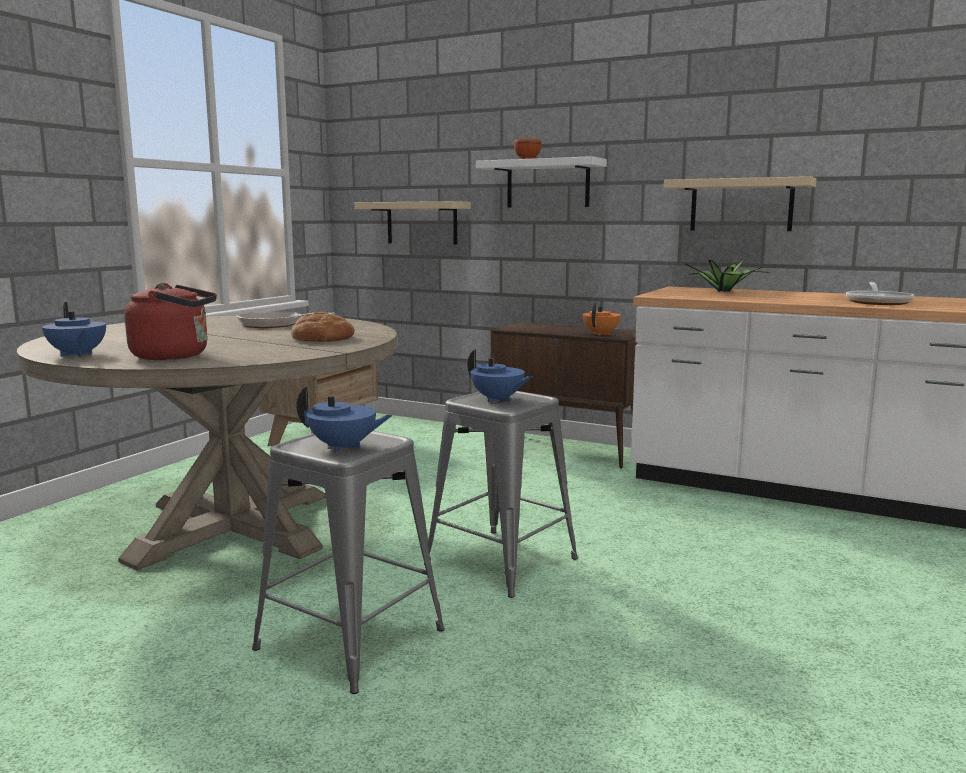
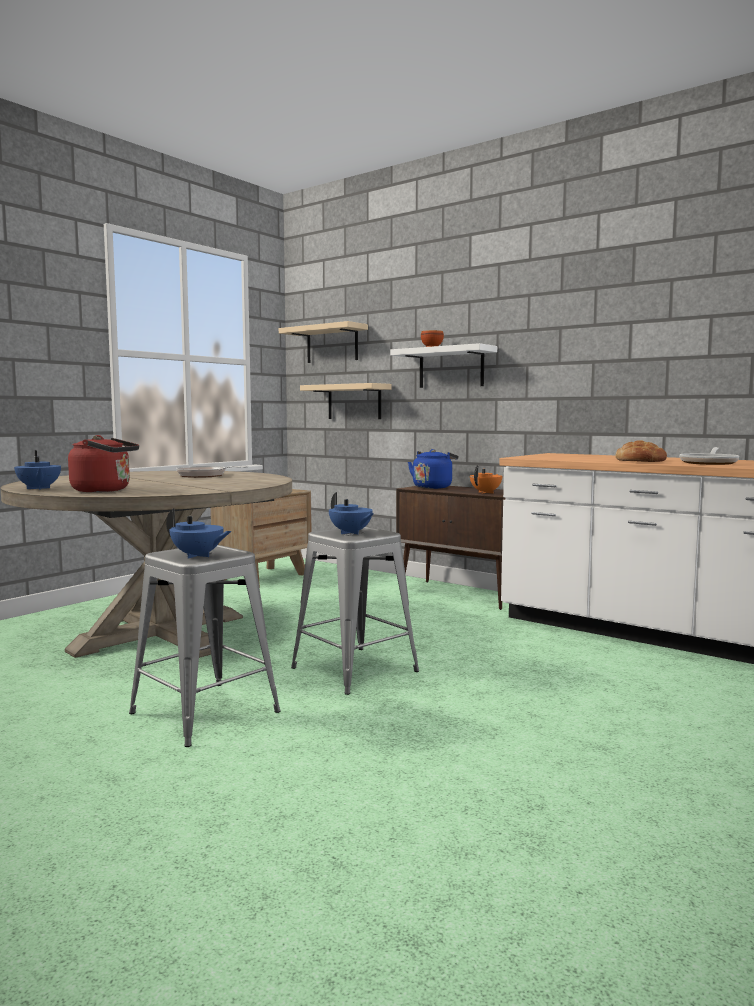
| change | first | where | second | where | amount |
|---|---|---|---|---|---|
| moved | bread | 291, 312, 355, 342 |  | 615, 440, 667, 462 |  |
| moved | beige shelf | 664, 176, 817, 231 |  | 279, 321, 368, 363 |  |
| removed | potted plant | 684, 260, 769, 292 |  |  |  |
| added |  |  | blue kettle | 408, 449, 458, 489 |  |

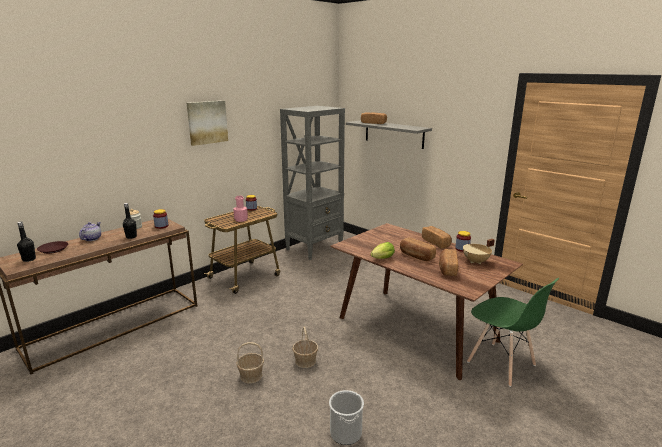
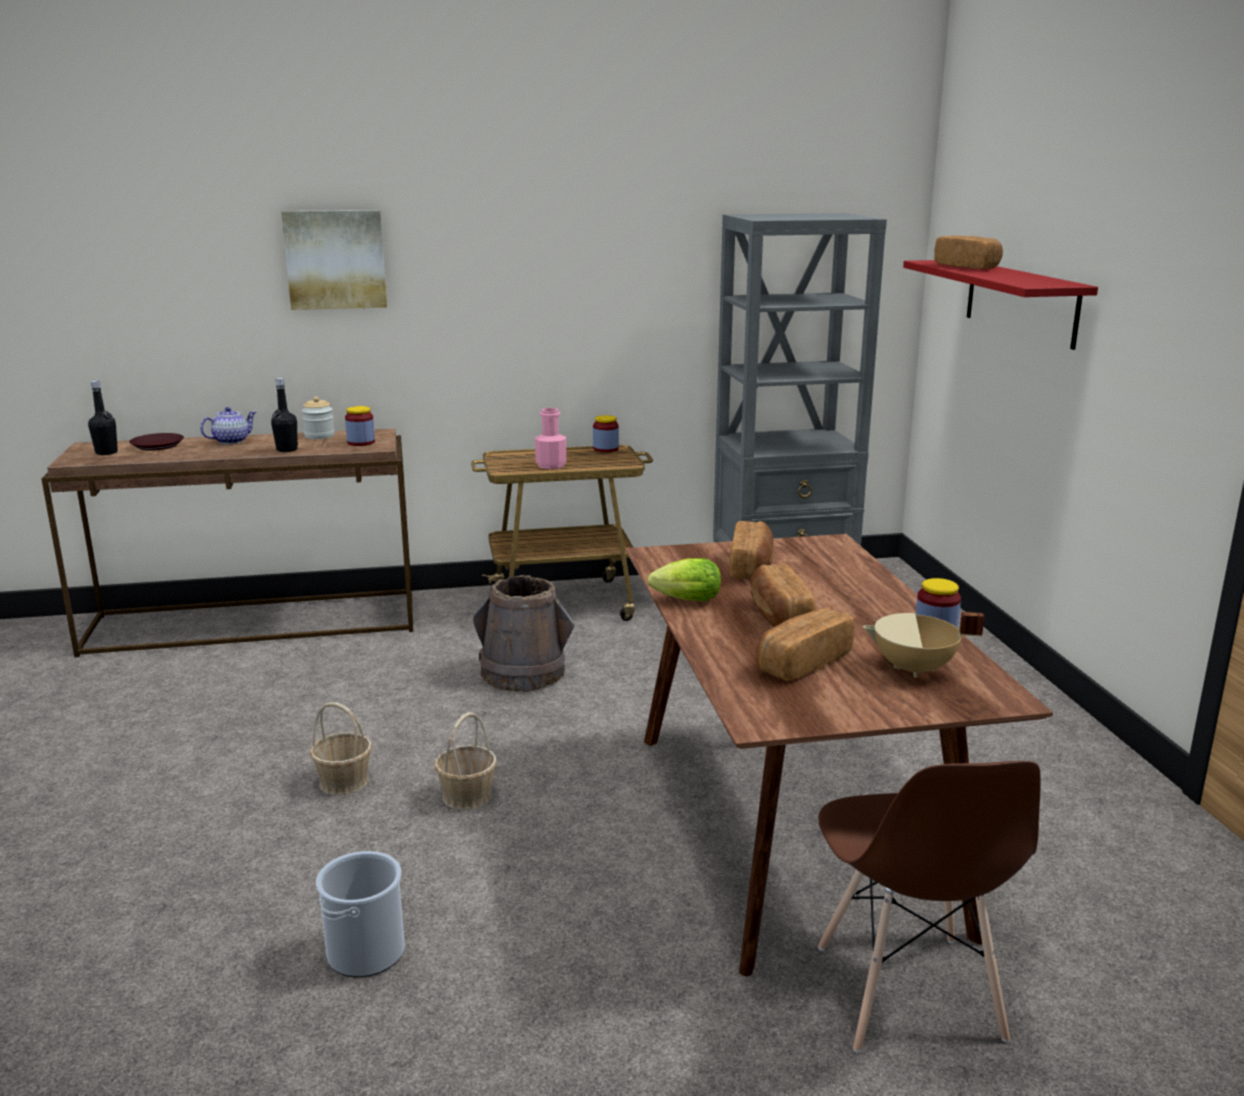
| change | first | where | second | where | amount |
|---|---|---|---|---|---|
| moved | picture | 187, 100, 228, 146 |  | 281, 210, 387, 310 |  |
| recoloured | grey shelf | 346, 120, 432, 149 | red shelf | 903, 260, 1098, 350 |  |
| moved | bread | 422, 226, 452, 249 |  | 729, 521, 774, 579 |  |
| recoloured | green chair | 467, 278, 559, 387 | brown chair | 818, 761, 1041, 1052 |  |
| added |  |  | brown bucket | 473, 575, 575, 692 |  |

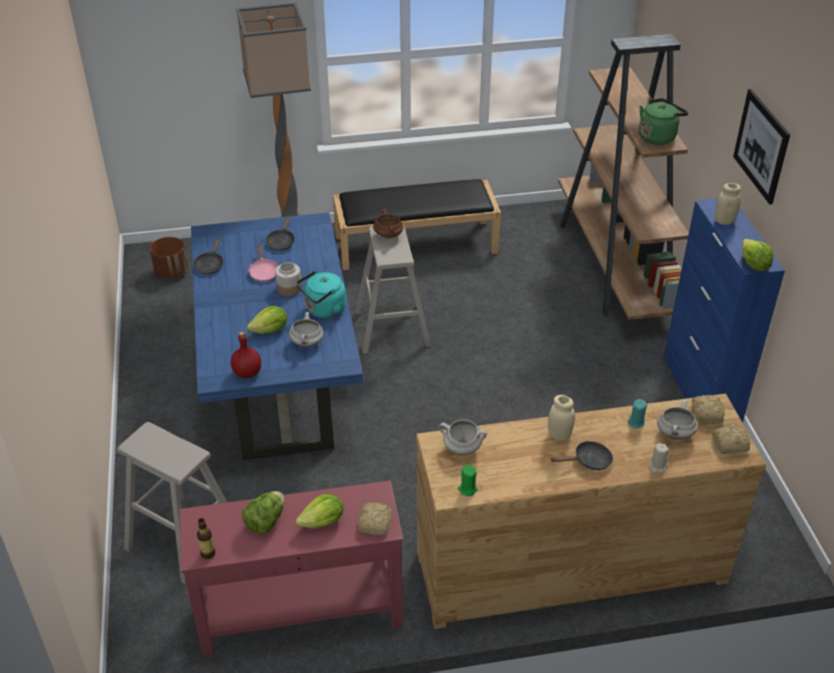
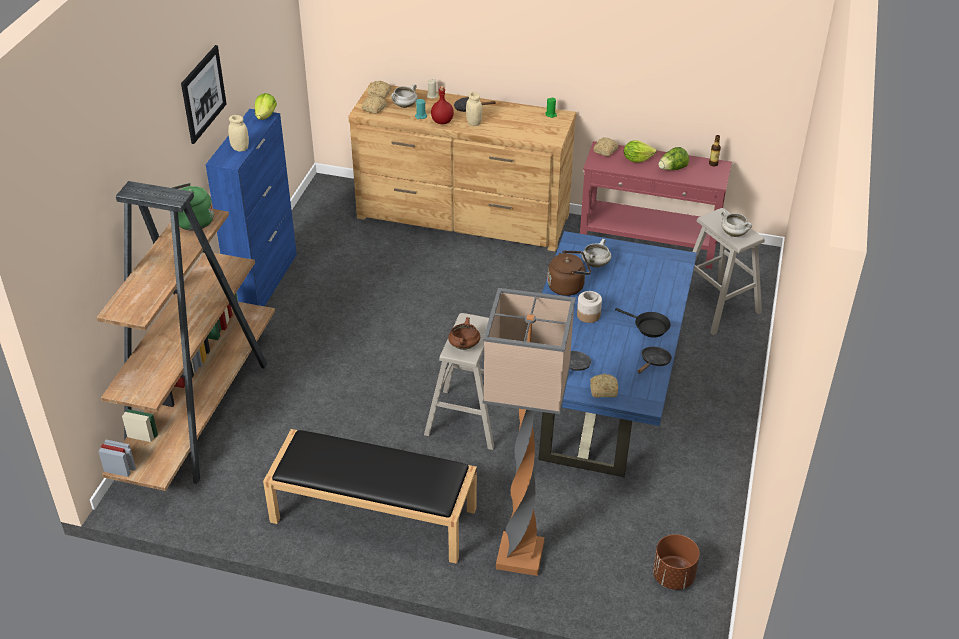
| change | first | where | second | where | amount |
|---|---|---|---|---|---|
| moved | red bottle | 231, 331, 261, 378 |  | 431, 86, 454, 124 |  |
| removed | lettuce | 247, 306, 287, 334 |  |  |  |
| removed | pink frying pan | 248, 244, 278, 282 |  |  |  |
| recoloured | turquoise kettle | 296, 271, 346, 318 | brown kettle | 547, 250, 591, 296 |  |
| moved | white cooking pot | 439, 419, 487, 455 |  | 721, 211, 752, 237 |  |
| added |  |  | bread | 590, 374, 618, 398 |  |
| added |  |  | black frying pan | 615, 308, 671, 338 |  |

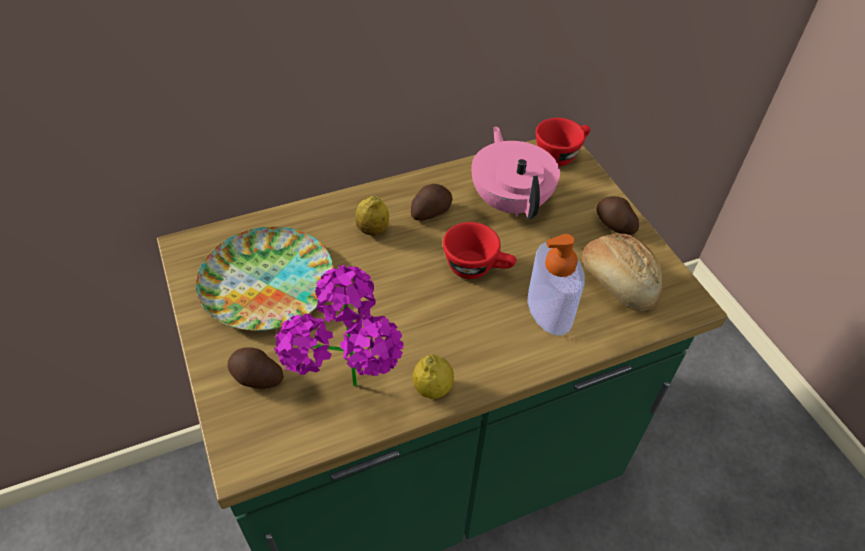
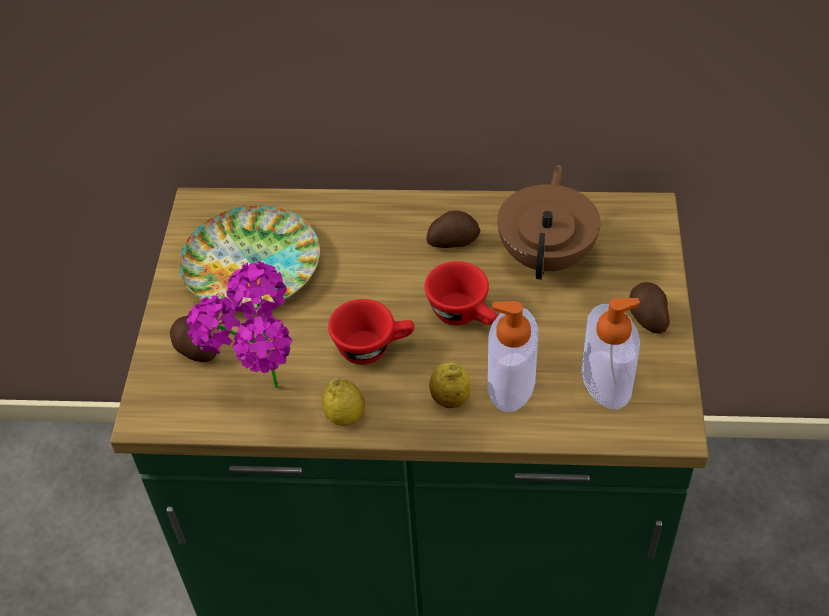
| change | first | where | second | where | amount |
|---|---|---|---|---|---|
| moved | lemon | 355, 196, 389, 236 |  | 429, 363, 471, 408 |  |
| recoloured | pink teapot | 471, 126, 560, 219 | brown teapot | 497, 166, 601, 280 |  |
| moved | red cup | 536, 118, 591, 166 |  | 328, 299, 414, 365 |  |
| replaced | bread | 582, 233, 662, 311 | soap dispenser | 581, 298, 640, 410 |  |

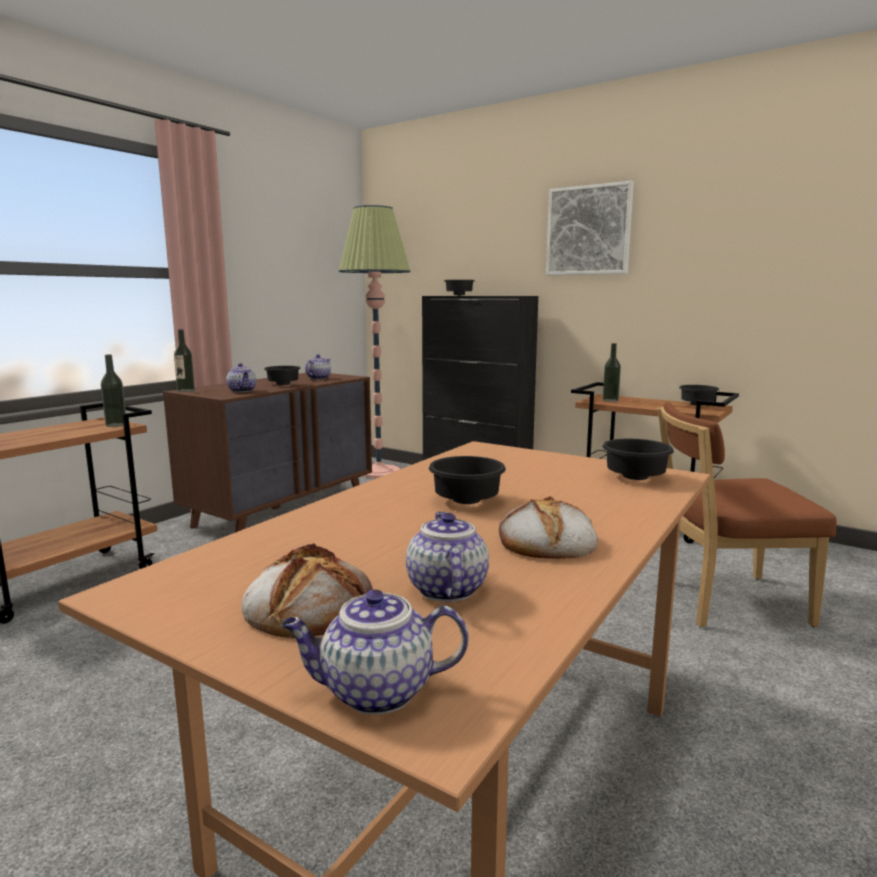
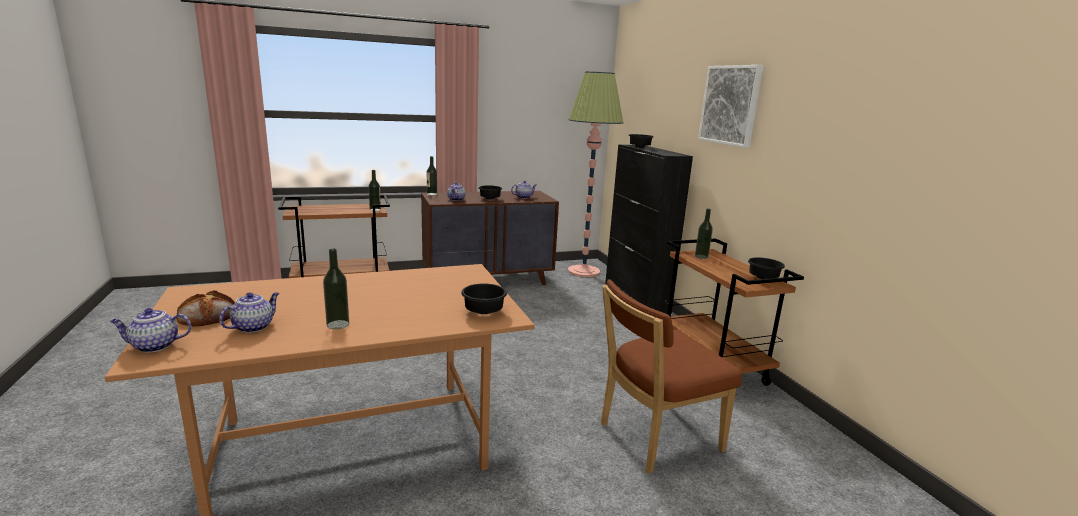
| change | first | where | second | where | amount |
|---|---|---|---|---|---|
| turned | teapot | 281, 589, 469, 715 |  | 110, 308, 192, 353 | 45 degrees counterclockwise |
| removed | black bowl | 429, 456, 506, 504 |  |  |  |
| replaced | bread | 499, 496, 598, 559 | bottle | 323, 249, 349, 329 |  |
| turned | brown chair | 658, 402, 836, 627 |  | 601, 279, 742, 474 | 60 degrees counterclockwise |

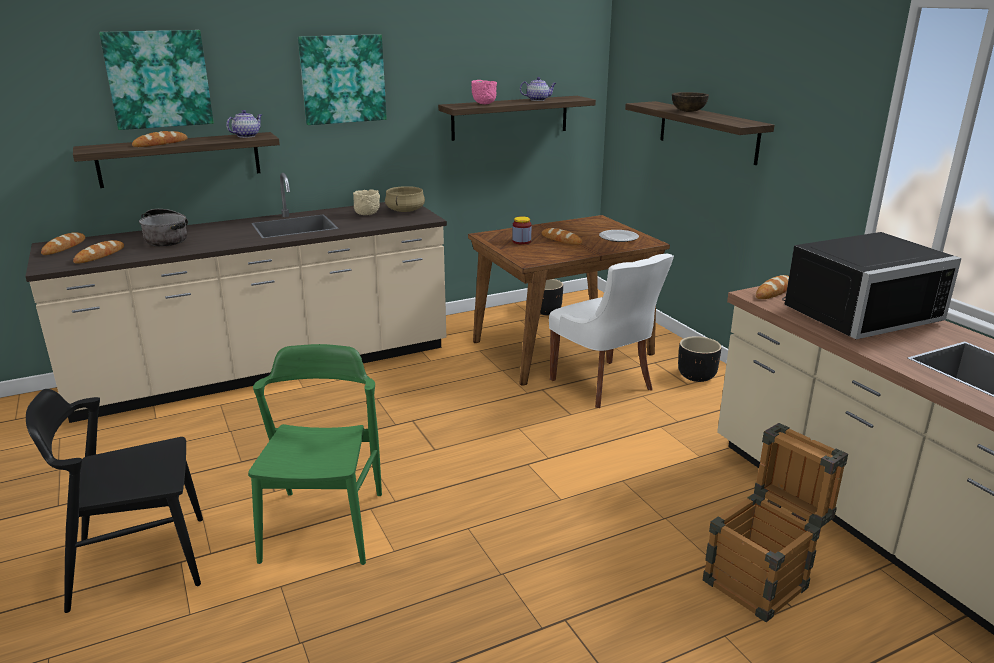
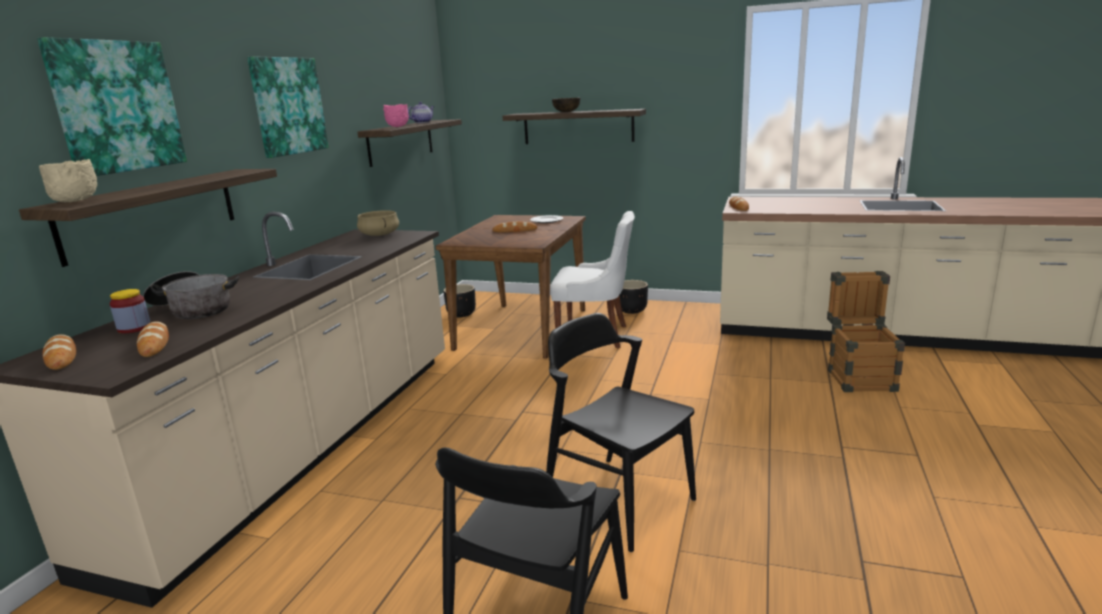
| change | first | where | second | where | amount |
|---|---|---|---|---|---|
| removed | bread | 132, 131, 188, 147 |  |  |  |
| removed | teapot | 226, 110, 262, 138 |  |  |  |
| recoloured | green chair | 248, 344, 382, 565 | black chair | 546, 313, 696, 552 |  |
| moved | beige bowl | 353, 189, 380, 215 |  | 39, 159, 97, 203 |  |
| moved | jar | 512, 216, 532, 245 |  | 109, 289, 151, 333 |  |
| removed | black microwave | 782, 232, 962, 339 |  |  |  |

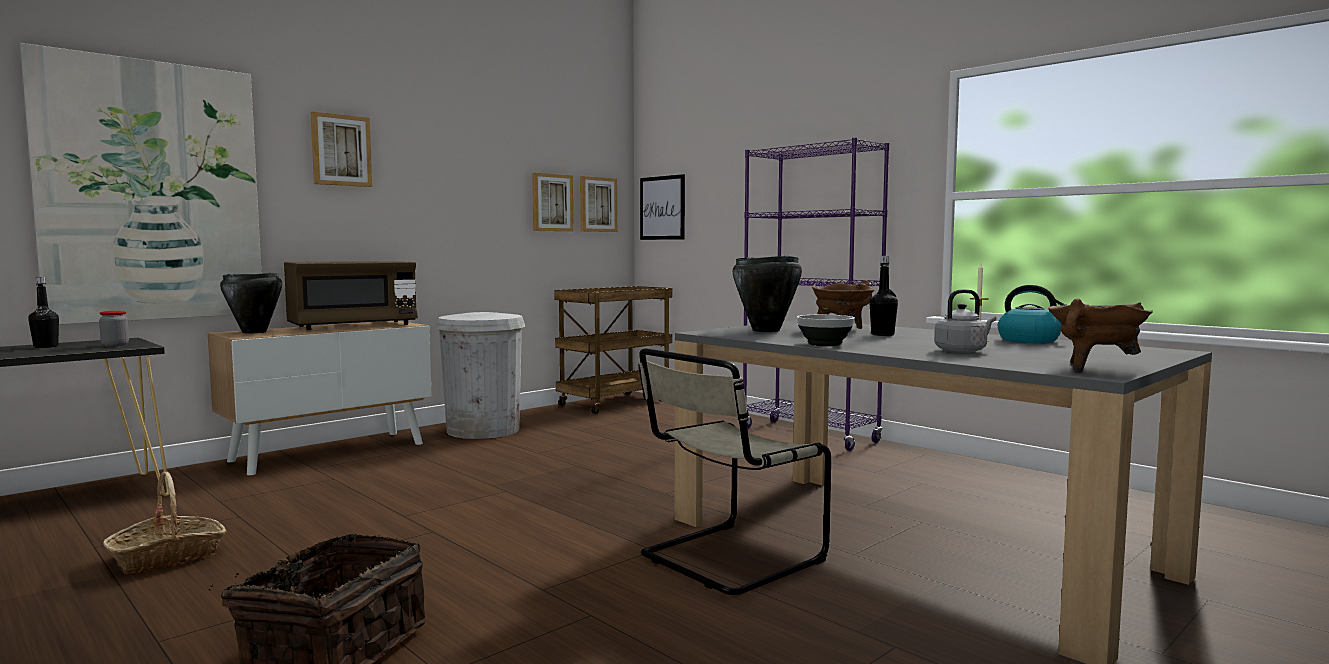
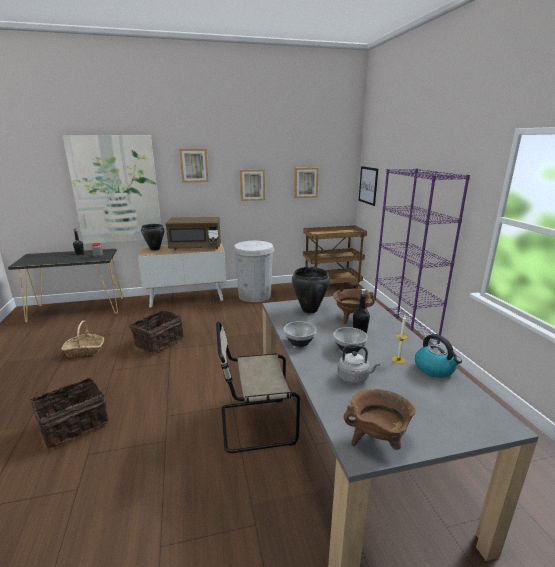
| change | first | where | second | where | amount |
|---|---|---|---|---|---|
| moved | picture | 580, 176, 617, 232 |  | 240, 169, 265, 201 |  |
| added |  |  | basket | 129, 311, 184, 353 |  |
| added |  |  | bowl | 334, 327, 368, 354 |  |

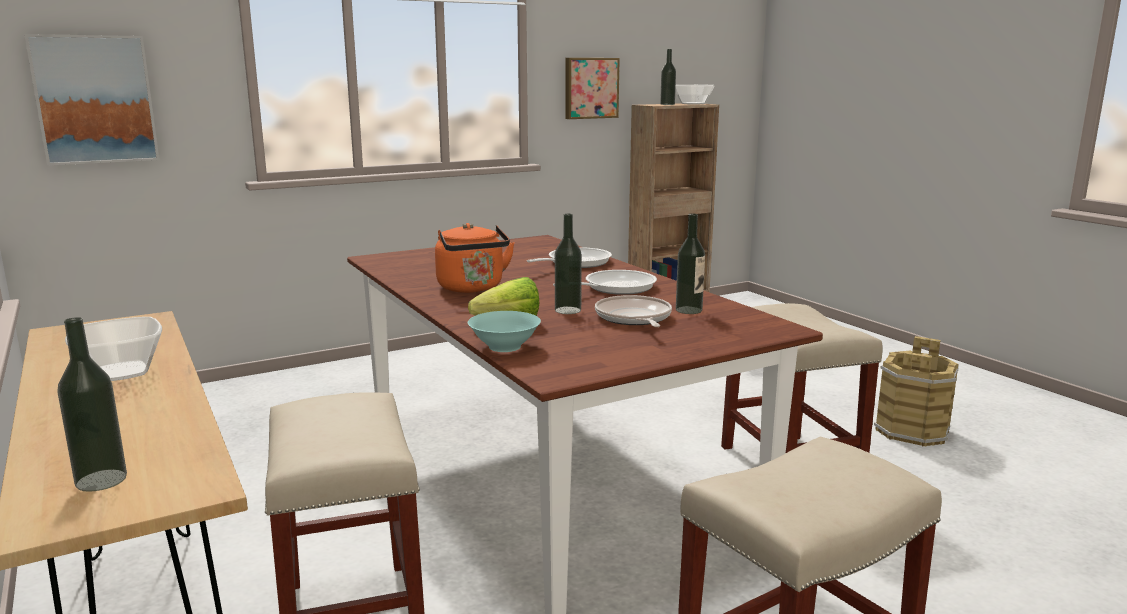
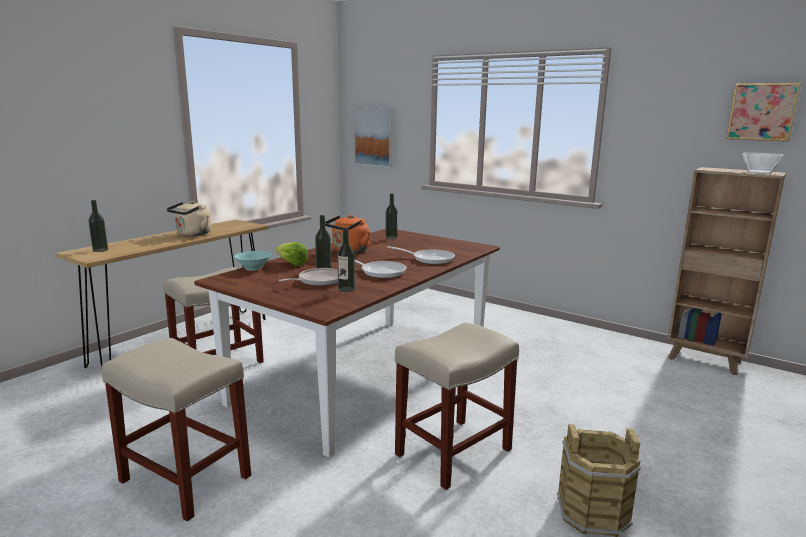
| change | first | where | second | where | amount |
|---|---|---|---|---|---|
| replaced | bowl | 65, 317, 162, 381 | beige kettle | 167, 201, 211, 236 |  |
| moved | picture | 566, 58, 620, 119 |  | 726, 83, 801, 141 |  |
| moved | bottle | 660, 49, 676, 105 |  | 386, 194, 398, 239 |  |

